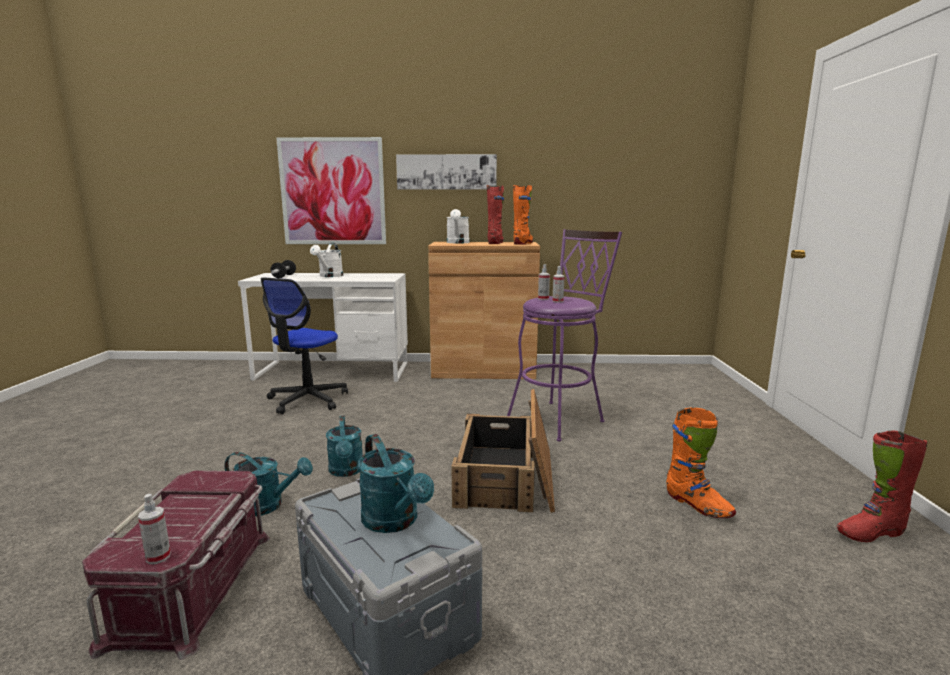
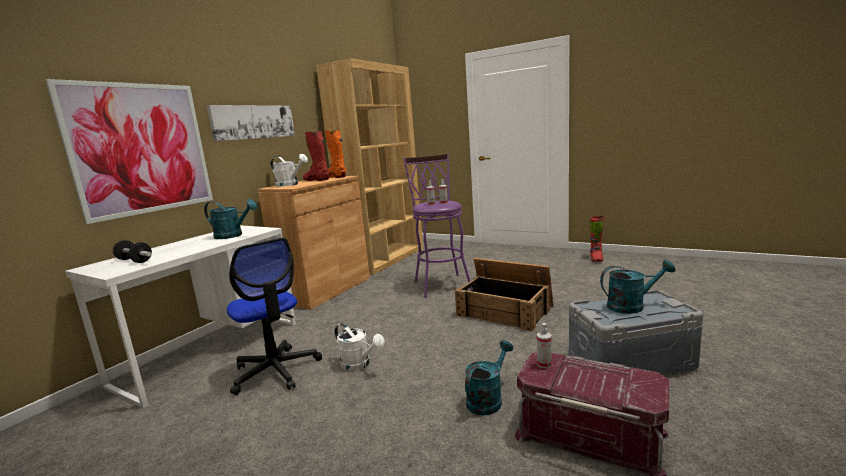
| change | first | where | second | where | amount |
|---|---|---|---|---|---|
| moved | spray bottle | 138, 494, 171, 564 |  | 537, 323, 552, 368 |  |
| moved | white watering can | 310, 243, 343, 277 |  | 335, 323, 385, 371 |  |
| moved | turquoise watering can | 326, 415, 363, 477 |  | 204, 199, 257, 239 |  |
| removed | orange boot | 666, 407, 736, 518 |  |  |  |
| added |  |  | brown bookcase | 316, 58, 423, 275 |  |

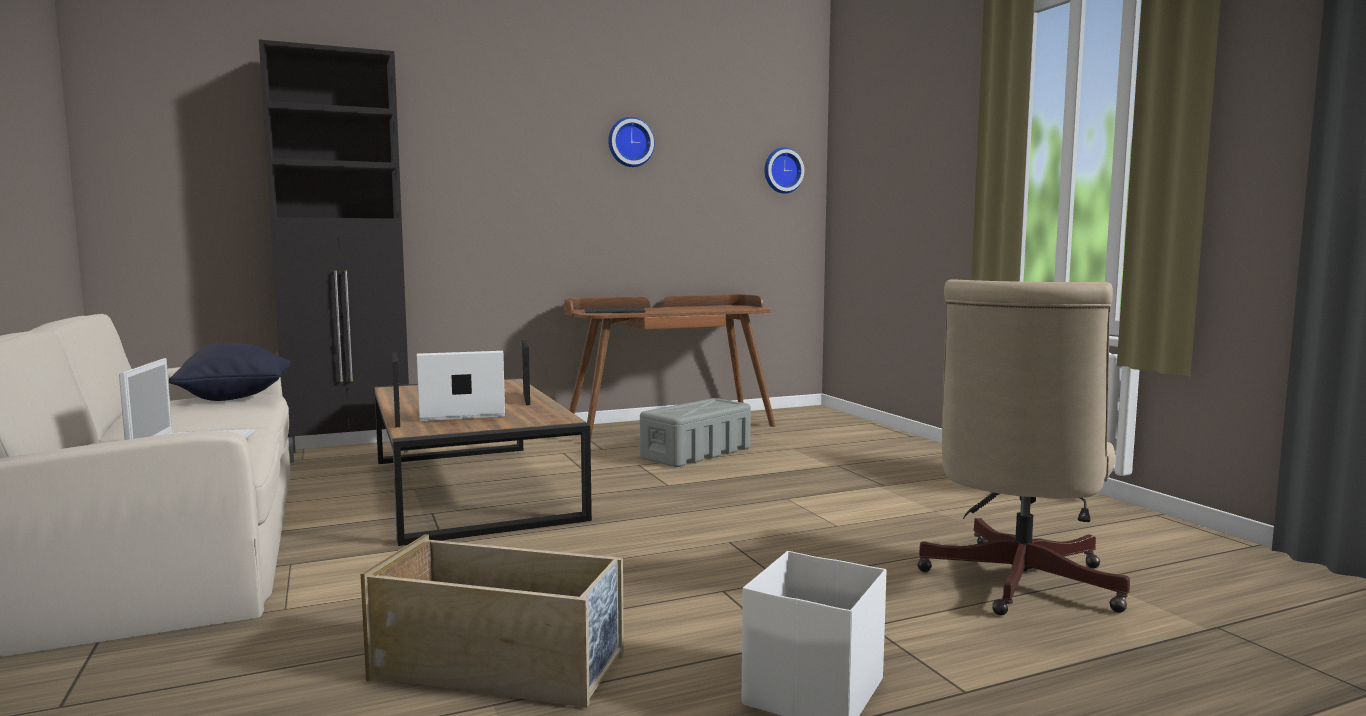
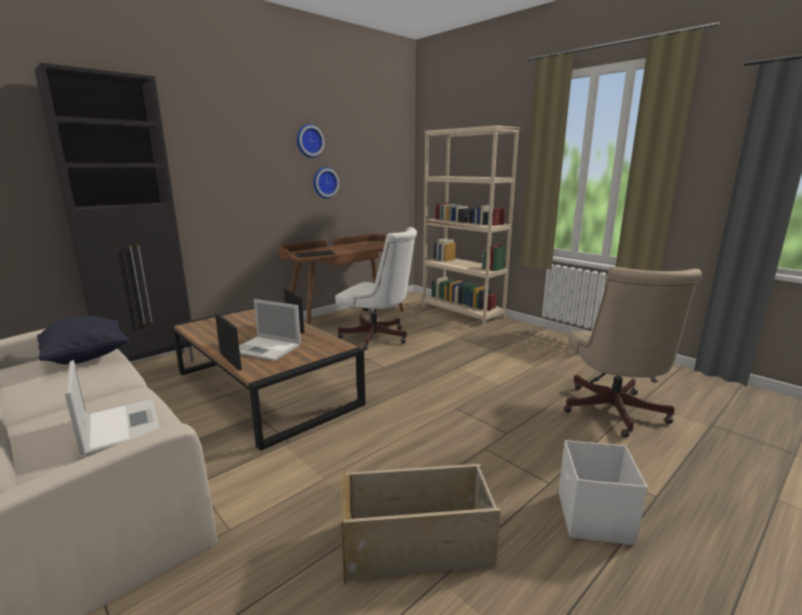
| change | first | where | second | where | amount |
|---|---|---|---|---|---|
| turned | laptop | 417, 351, 505, 421 |  | 239, 299, 301, 361 | 120 degrees counterclockwise |
| replaced | grey storage box | 640, 398, 751, 467 | white office chair | 335, 227, 417, 350 |  |
| moved | wall clock | 764, 147, 804, 194 |  | 313, 167, 339, 198 |  |
| added |  |  | beige bookcase | 423, 125, 520, 326 |  |

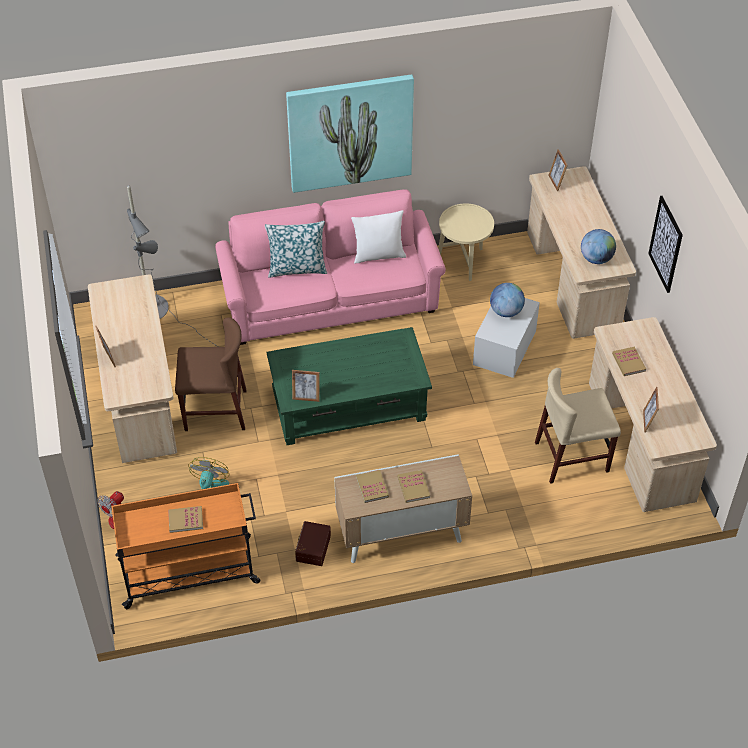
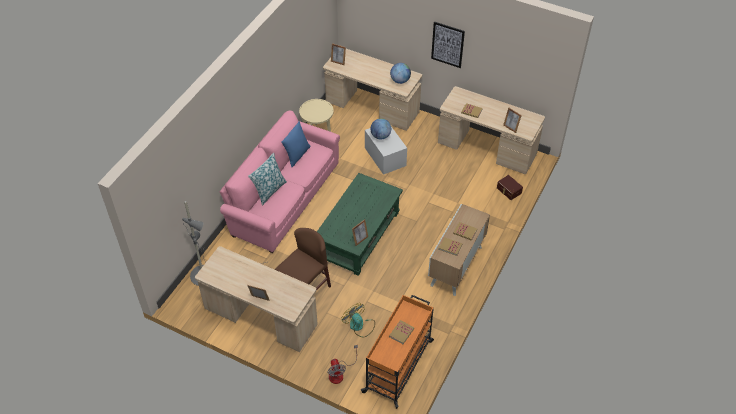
| change | first | where | second | where | amount |
|---|---|---|---|---|---|
| removed | picture | 286, 75, 414, 193 |  |  |  |
| moved | brown storage box | 295, 521, 331, 566 |  | 497, 175, 523, 200 |  |
| recoloured | white pillow | 351, 210, 406, 264 | blue pillow | 281, 121, 311, 167 |  |
| removed | beige chair | 535, 368, 621, 484 |  |  |  |

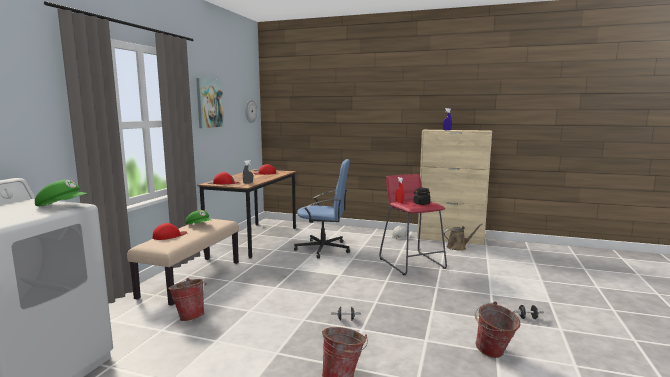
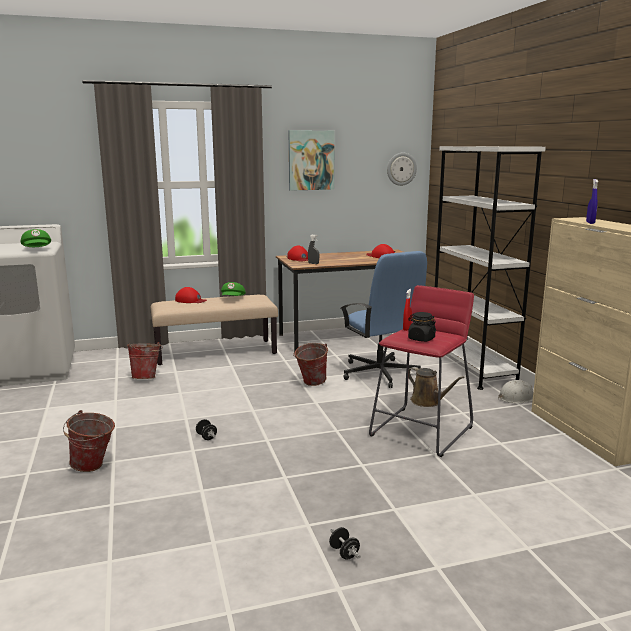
| change | first | where | second | where | amount |
|---|---|---|---|---|---|
| moved | brown watering can | 444, 224, 483, 251 |  | 408, 367, 464, 407 |  |
| moved | bucket | 475, 302, 520, 358 |  | 293, 343, 328, 386 |  |
| added |  |  | white bookcase | 435, 146, 546, 390 |  |

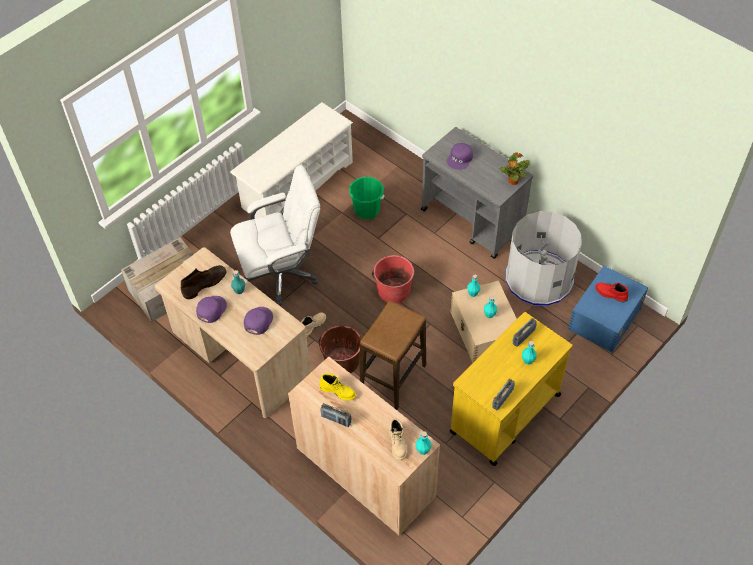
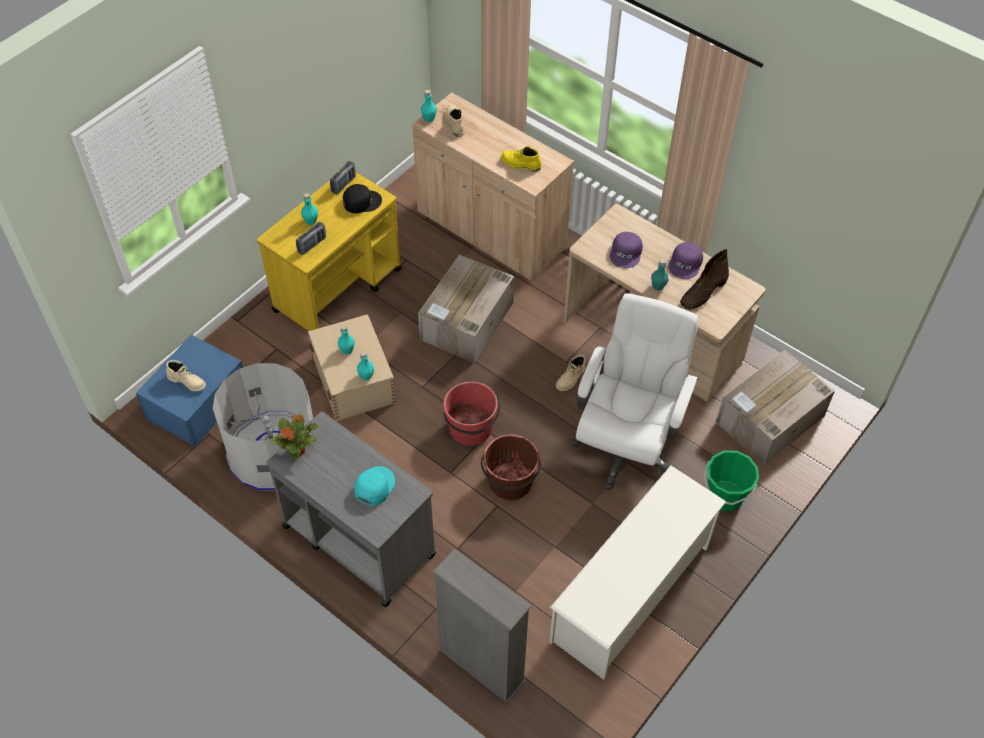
| change | first | where | second | where | amount |
|---|---|---|---|---|---|
| turned | white office chair | 230, 165, 320, 306 |  | 572, 293, 698, 490 | 135 degrees clockwise |
| moved | brown bucket | 319, 326, 362, 373 |  | 481, 434, 541, 500 |  |
| removed | radio | 321, 403, 351, 427 |  |  |  |
| moved | green bucket | 349, 177, 385, 219 |  | 704, 451, 759, 511 |  |
| replaced | stool | 360, 301, 426, 410 | cardboard box | 418, 255, 514, 363 |  |
| recoloured | purple cap | 447, 143, 473, 170 | turquoise cap | 354, 466, 395, 506 |  |
| recoloured | red boot | 595, 283, 629, 302 | beige boot | 166, 360, 206, 391 |  |
| added |  |  | black cap | 343, 184, 382, 213 |  |
| added |  |  | grey bookcase | 433, 549, 532, 703 |  |

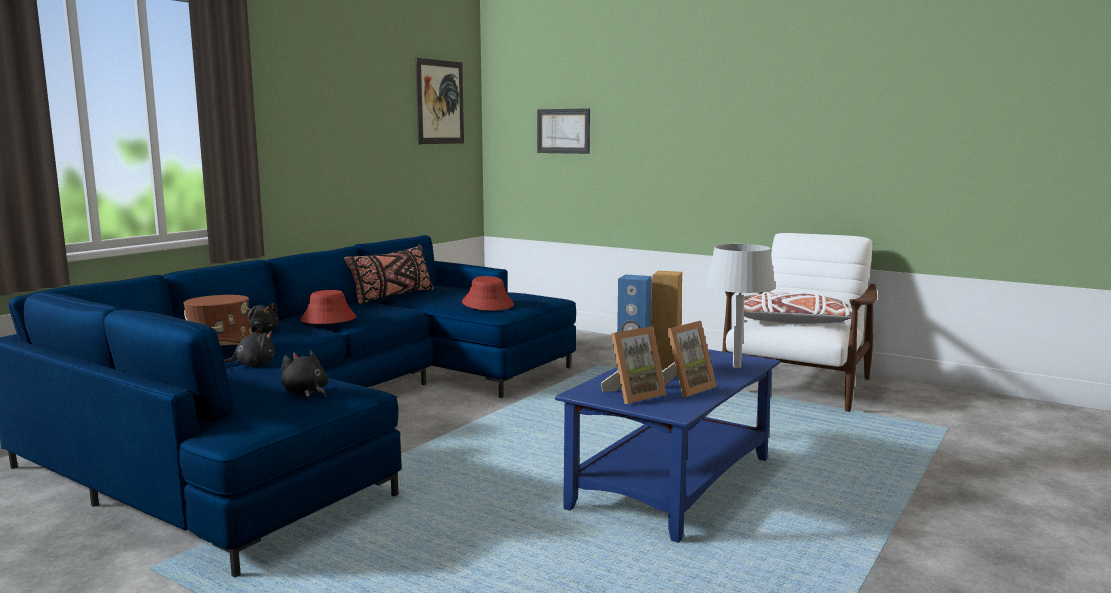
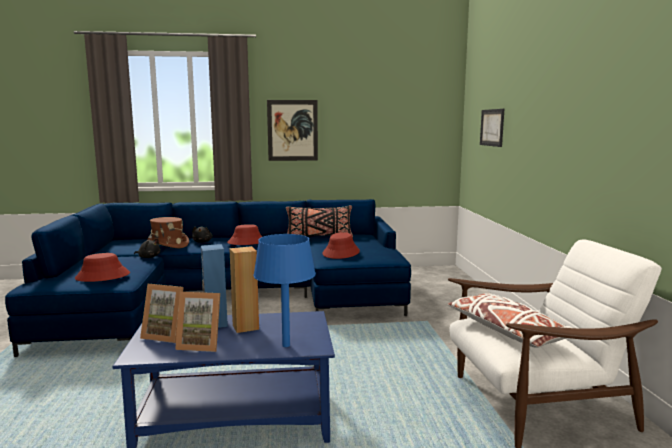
| change | first | where | second | where | amount |
|---|---|---|---|---|---|
| replaced | black plush toy | 281, 350, 329, 398 | red hat | 75, 253, 130, 282 |  |
| moved | picture | 415, 58, 464, 144 |  | 267, 100, 318, 161 |  |
| recoloured | grey table lamp | 706, 244, 776, 368 | blue table lamp | 253, 234, 316, 347 |  |

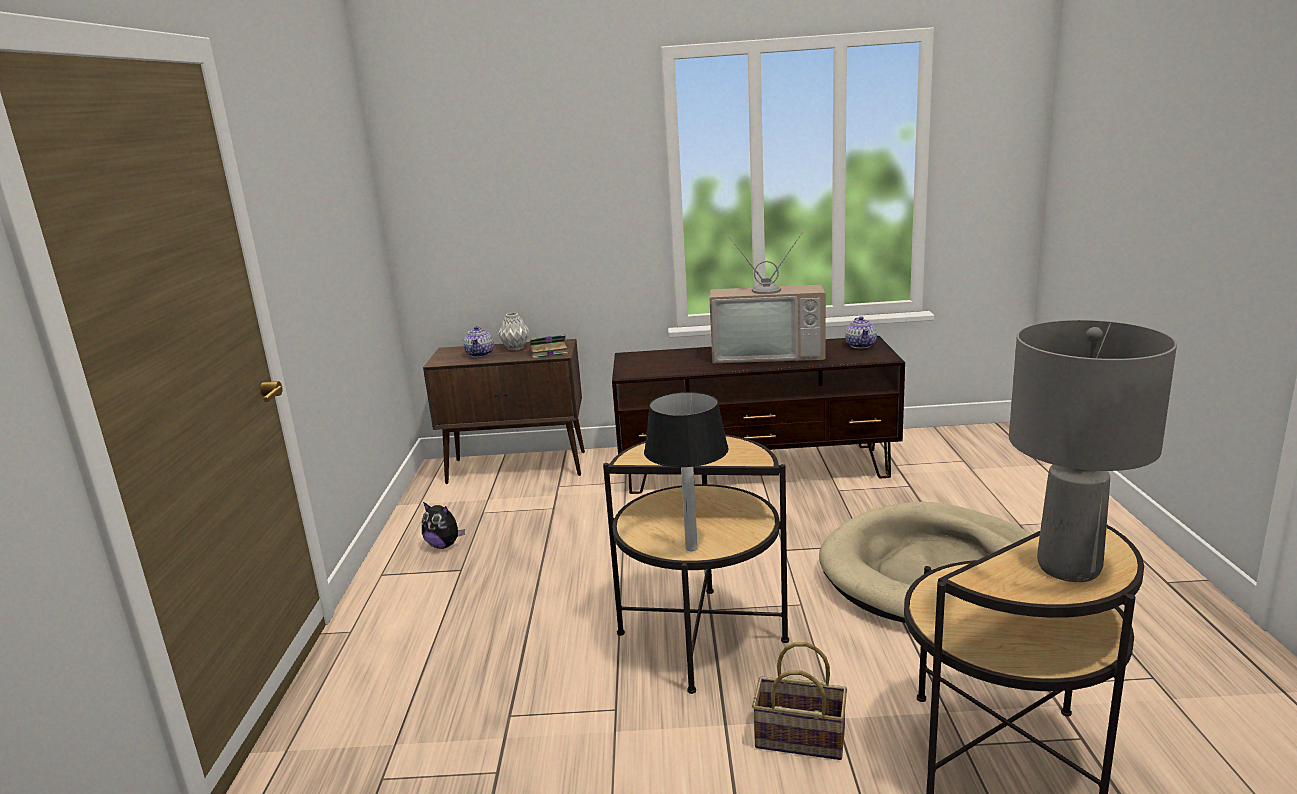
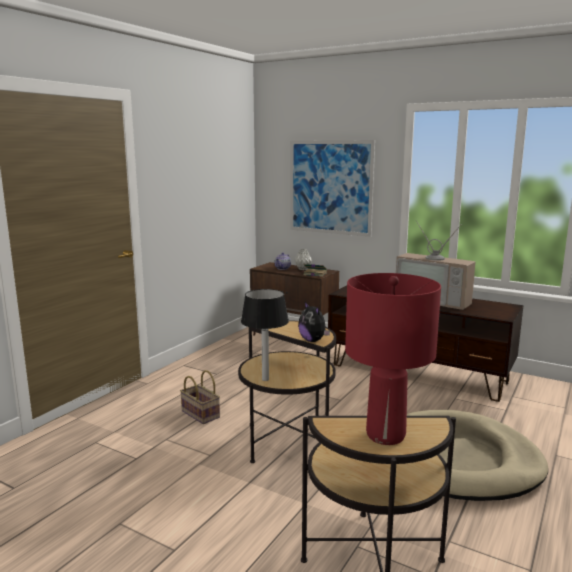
| change | first | where | second | where | amount |
|---|---|---|---|---|---|
| moved | plush toy | 422, 502, 465, 549 |  | 298, 302, 330, 342 |  |
| moved | basket | 752, 642, 847, 760 |  | 180, 370, 220, 424 |  |
| removed | teapot | 845, 316, 877, 349 |  |  |  |
| recoloured | grey table lamp | 1009, 320, 1177, 582 | red table lamp | 345, 273, 441, 445 |  |
| added |  |  | picture | 290, 140, 375, 237 |  |

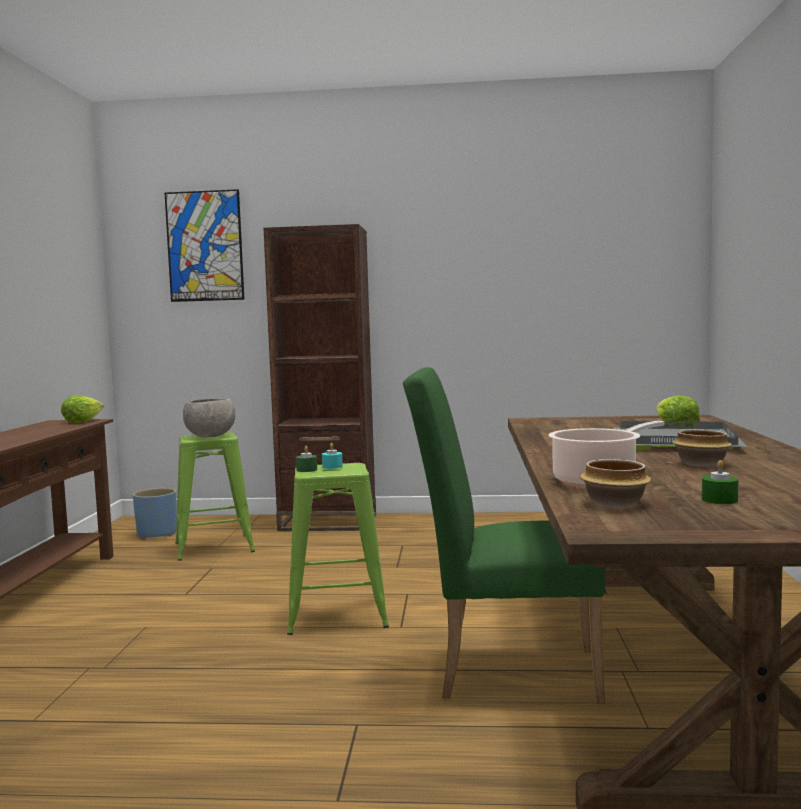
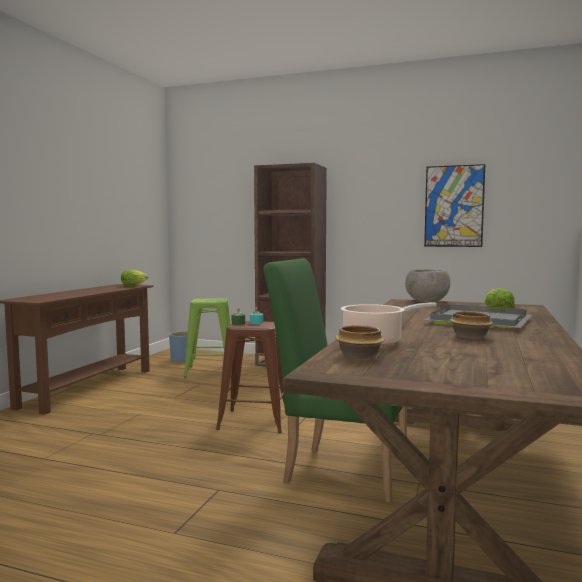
| change | first | where | second | where | amount |
|---|---|---|---|---|---|
| moved | picture | 165, 189, 244, 302 |  | 424, 164, 485, 247 |  |
| moved | grey bowl | 183, 398, 235, 437 |  | 405, 270, 450, 302 |  |
| recoloured | green stool | 287, 463, 389, 635 | brown stool | 216, 321, 284, 433 |  |
| removed | green candle | 702, 460, 738, 504 |  |  |  |

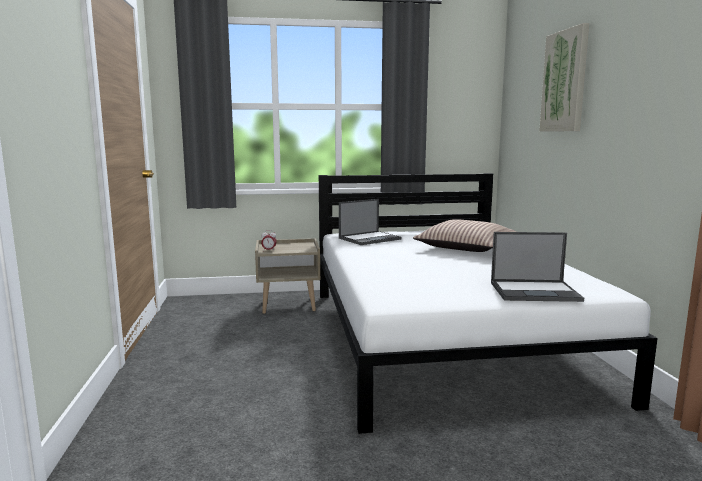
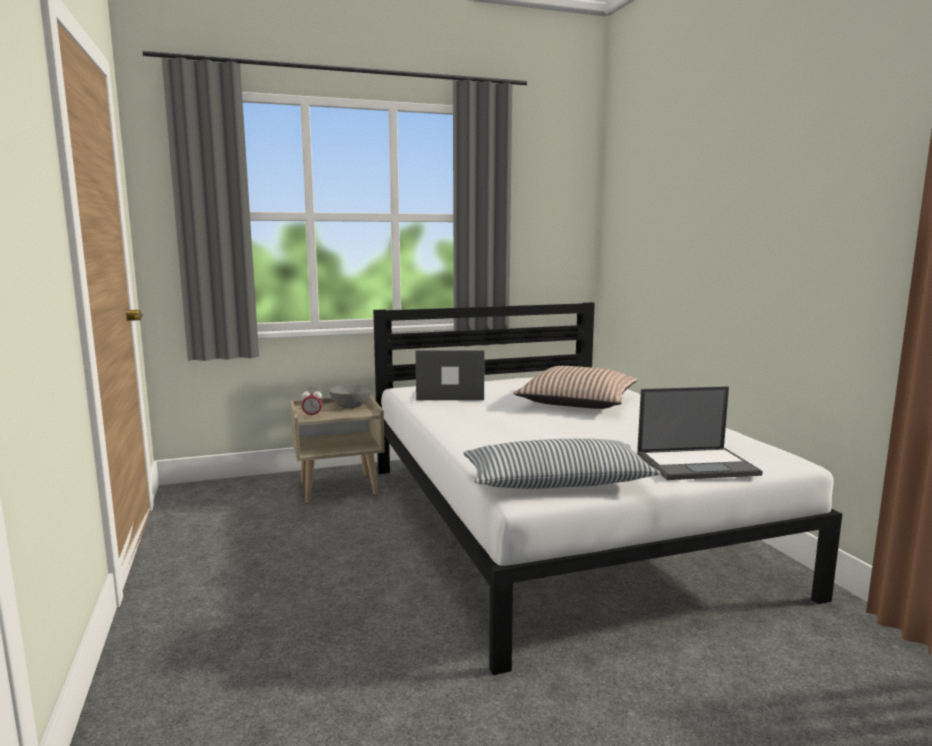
| change | first | where | second | where | amount |
|---|---|---|---|---|---|
| turned | laptop | 339, 199, 402, 245 |  | 415, 350, 485, 400 | 135 degrees counterclockwise |
| removed | picture | 539, 23, 589, 132 |  |  |  |
| added |  |  | grey bowl | 329, 385, 373, 408 |  |
| added |  |  | pillow | 464, 439, 661, 489 |  |

